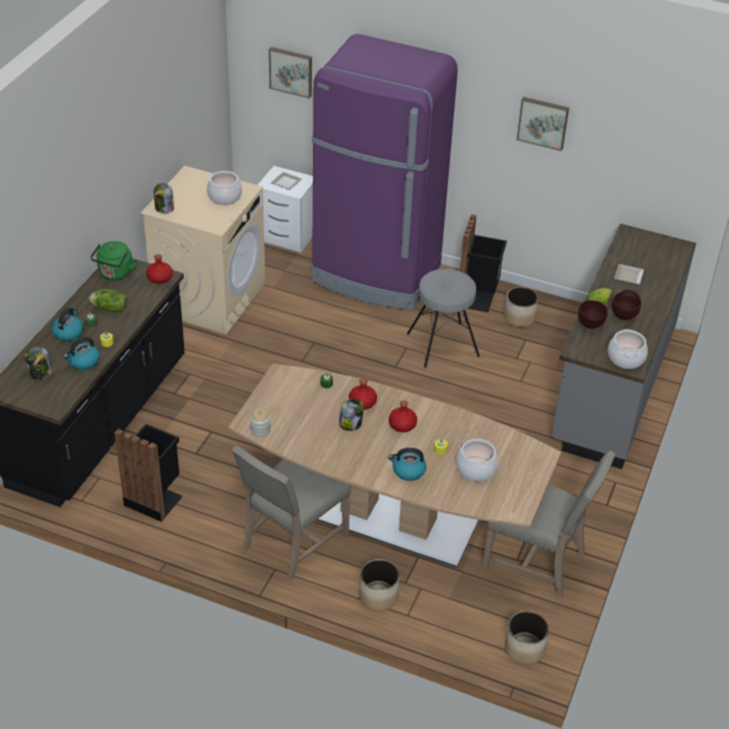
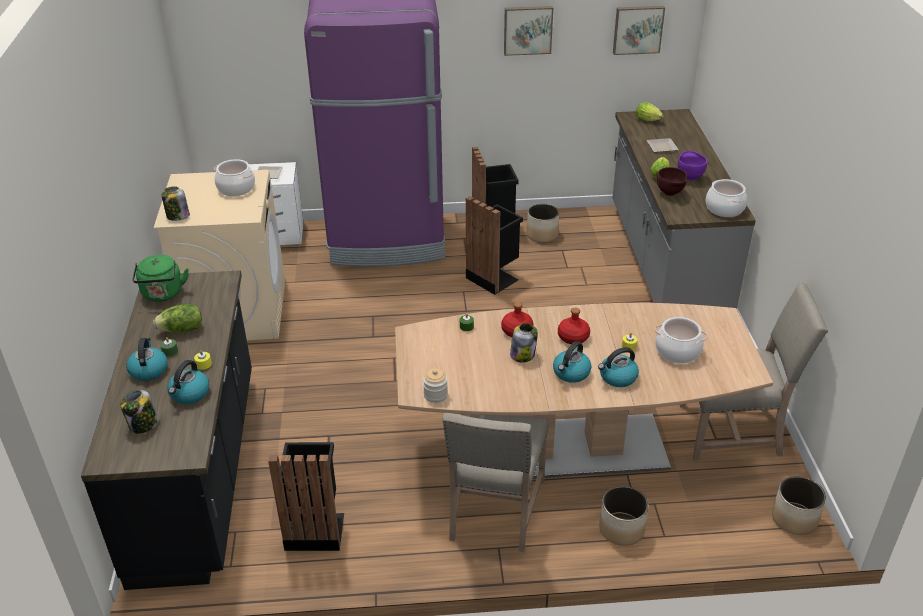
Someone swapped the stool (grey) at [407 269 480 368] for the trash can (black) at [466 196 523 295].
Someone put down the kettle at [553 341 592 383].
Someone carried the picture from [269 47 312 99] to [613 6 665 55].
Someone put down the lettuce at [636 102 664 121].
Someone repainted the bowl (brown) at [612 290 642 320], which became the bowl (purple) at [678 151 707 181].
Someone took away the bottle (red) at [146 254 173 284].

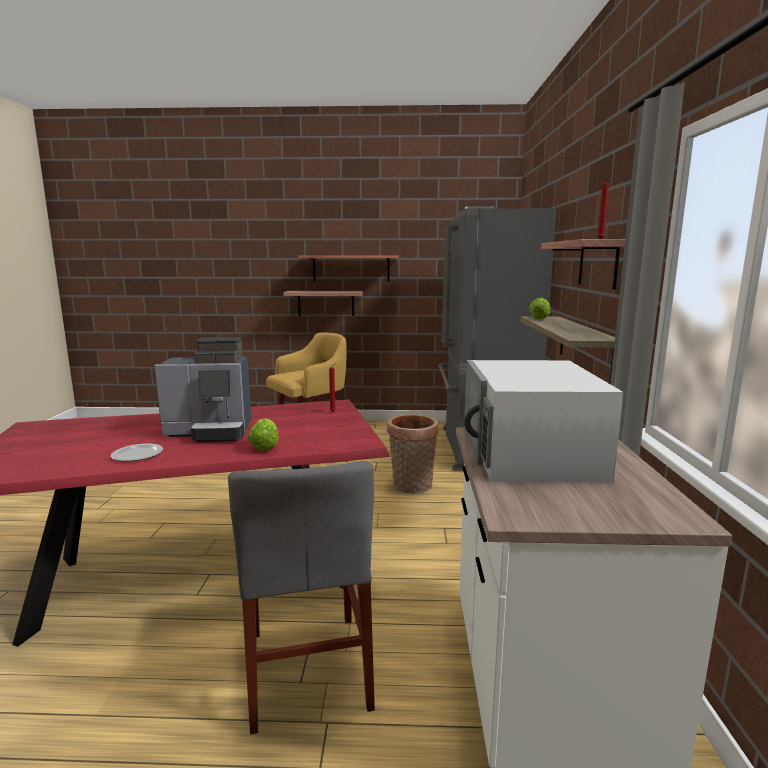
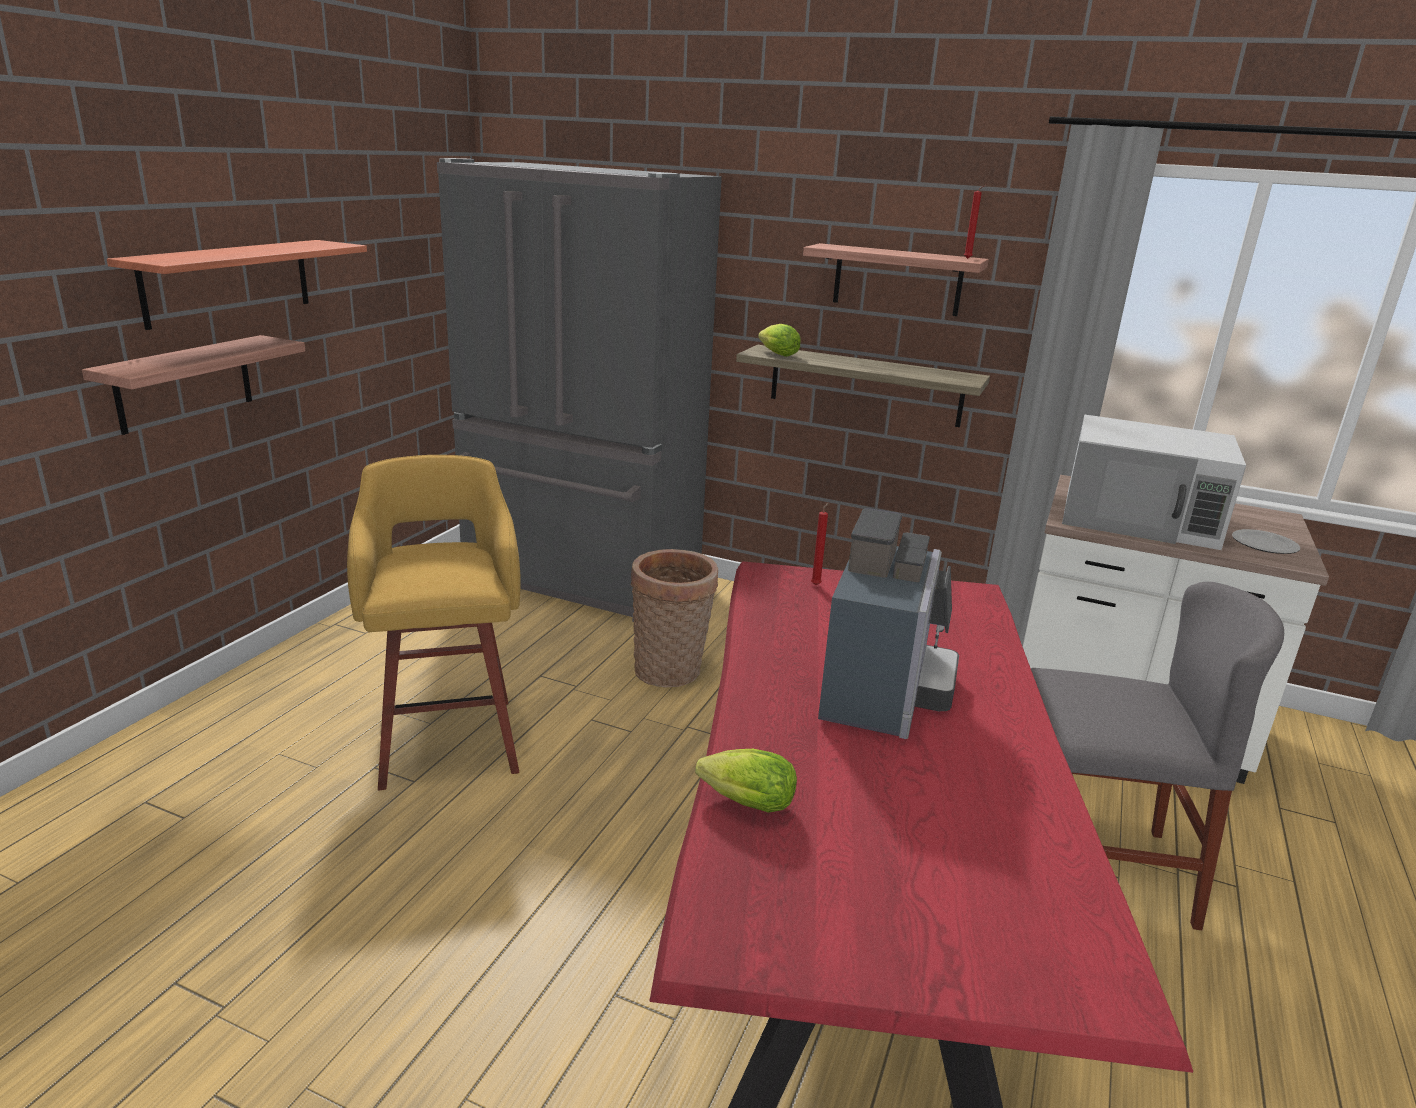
Someone carried the lettuce from [248 418 279 451] to [695 749 797 812].
Someone carried the plate from [111 443 163 461] to [1232 529 1300 554].

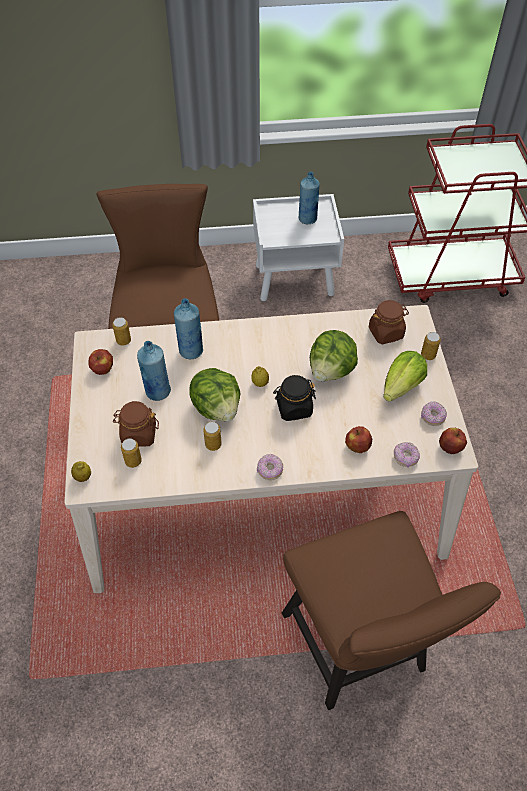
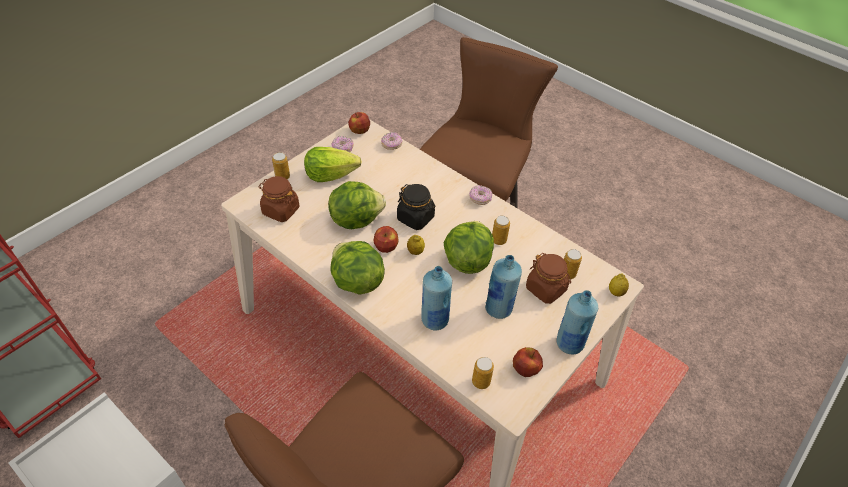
Someone put down the lettuce at [330 241 385 295].
Someone carried the apple from [345 426 372 453] to [373 226 399 253].
Someone carried the bottle (blue) from [299 172 320 224] to [557 290 598 354].

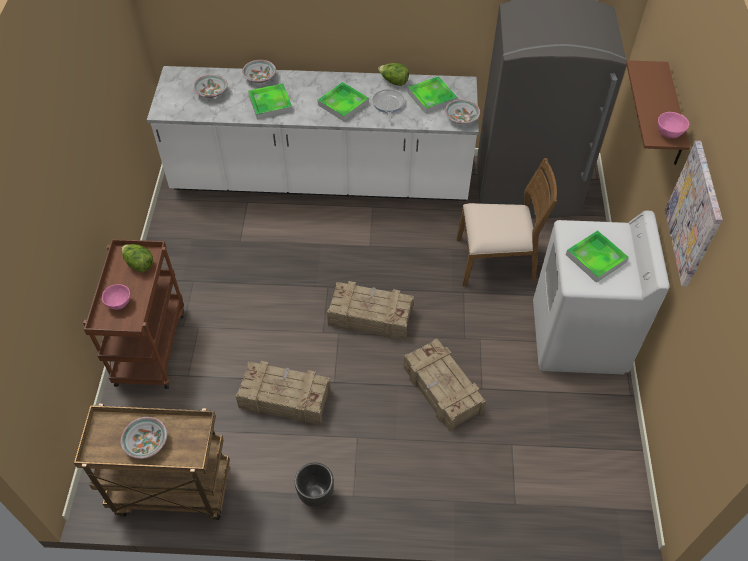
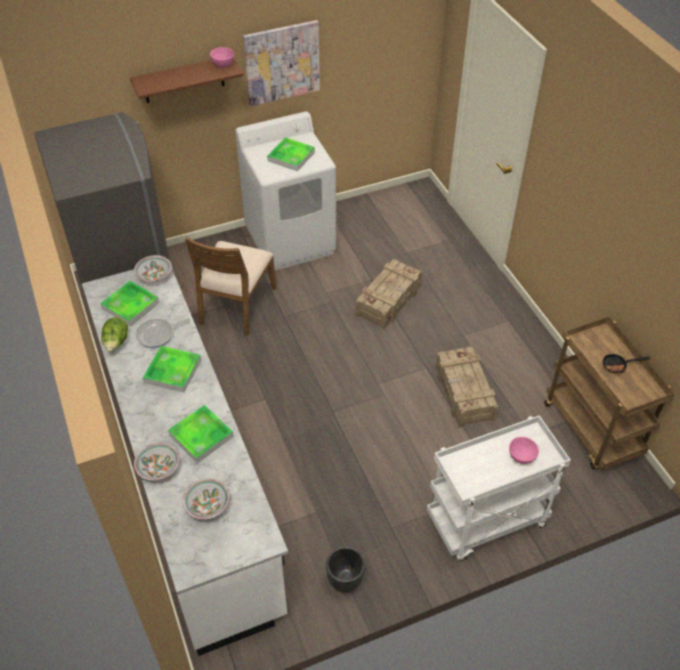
Someone rotated the chair (brown) at [456 158 557 287] by 135 degrees counterclockwise.
Someone carried the planter (black) from [295 462 334 507] to [326 546 365 593].
Someone repainted the cart (brown) at [83 239 184 389], which became the cart (white) at [426 415 571 561].
Someone swapped the bowl at [120 417 167 459] for the frying pan at [602 354 650 374].
Someone took away the lettuce at [122 244 153 272].
Someone took away the crate at [327 281 414 340].

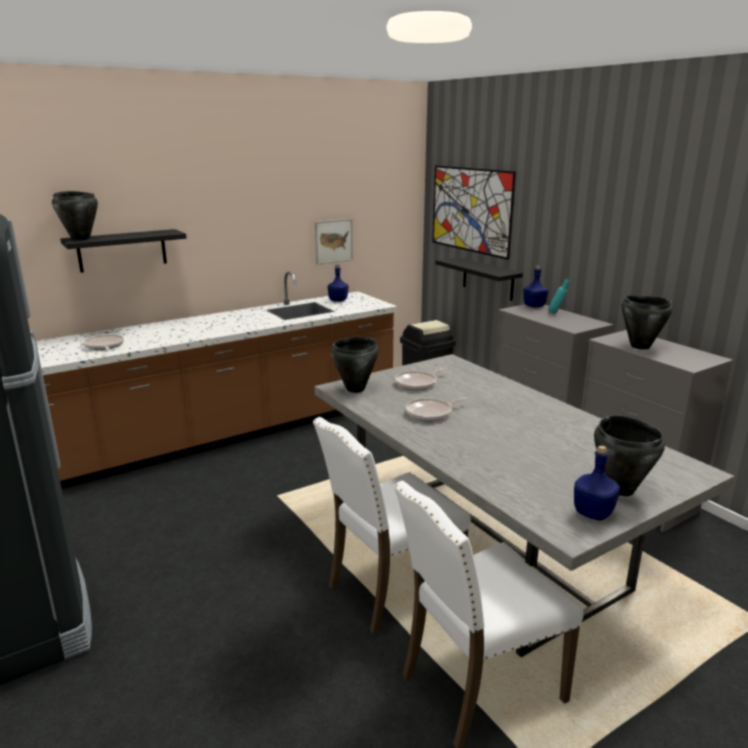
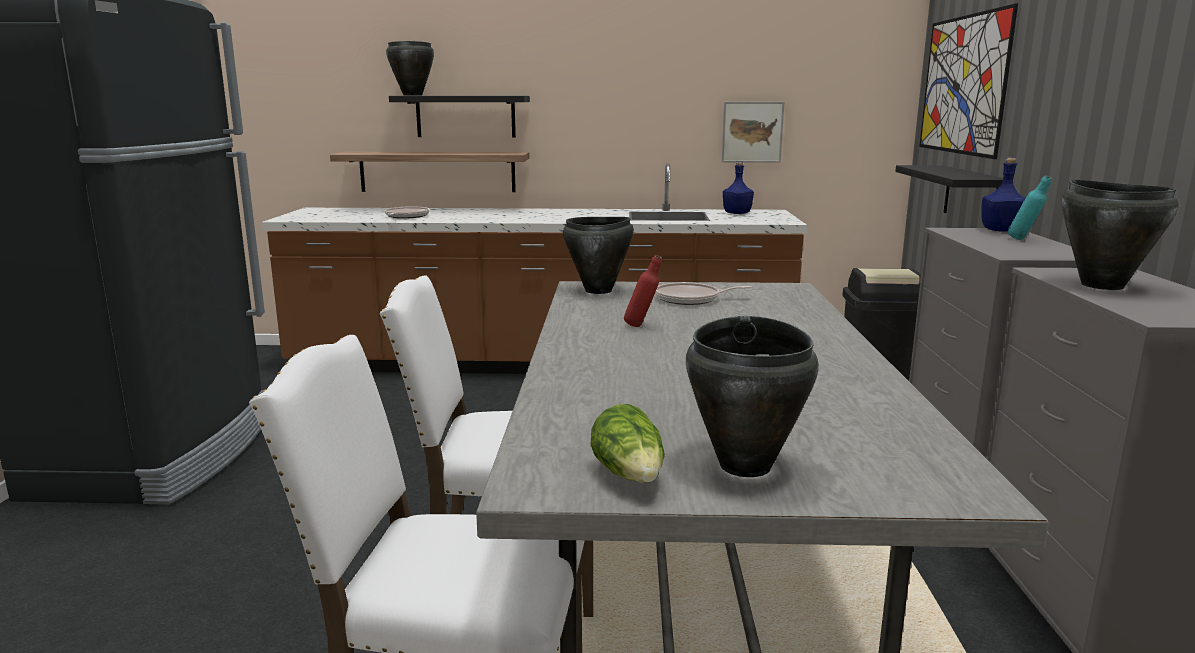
Someone put up the shelf at [330 152 529 192].
Someone swapped the bottle (blue) at [574 446 620 520] for the lettuce at [591 404 665 483].
Someone swapped the frying pan at [405 397 468 421] for the bottle (red) at [624 255 662 327].

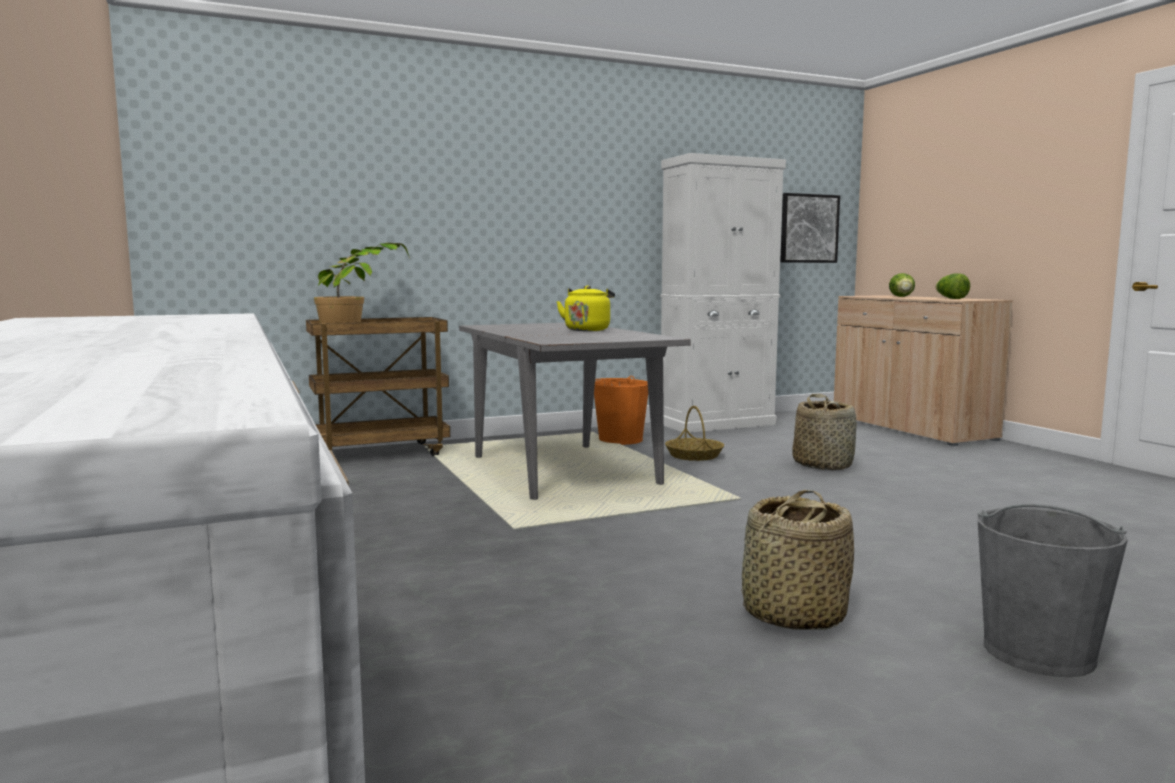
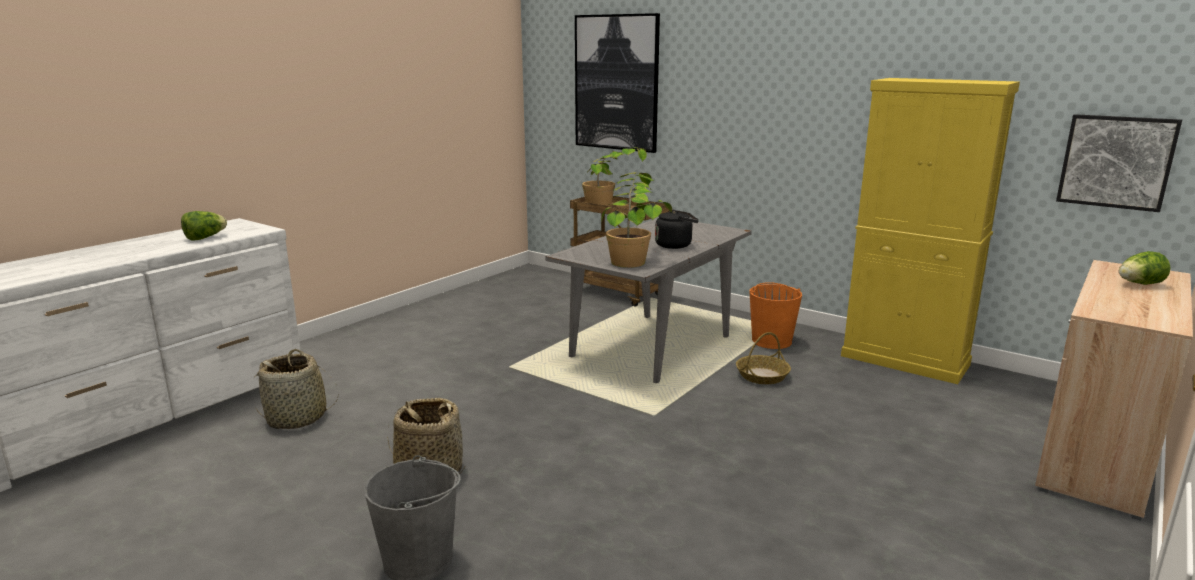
Someone carried the lettuce from [935 273 970 299] to [181 211 227 241].
Someone carried the basket from [792 394 857 470] to [254 349 339 429].
Someone put up the picture at [575 13 660 153].
Someone put down the potted plant at [601 172 672 268].
Someone repainted the kettle (yellow) at [556 286 615 331], which became the kettle (black) at [655 209 699 249].
Someone repainted the cabinet (white) at [660 153 786 433], which became the cabinet (yellow) at [841 78 1020 384].

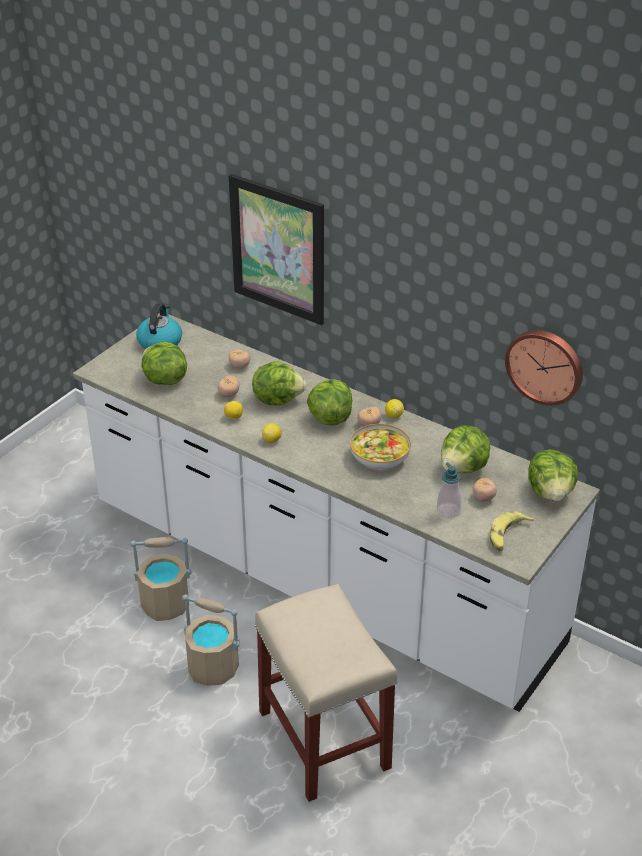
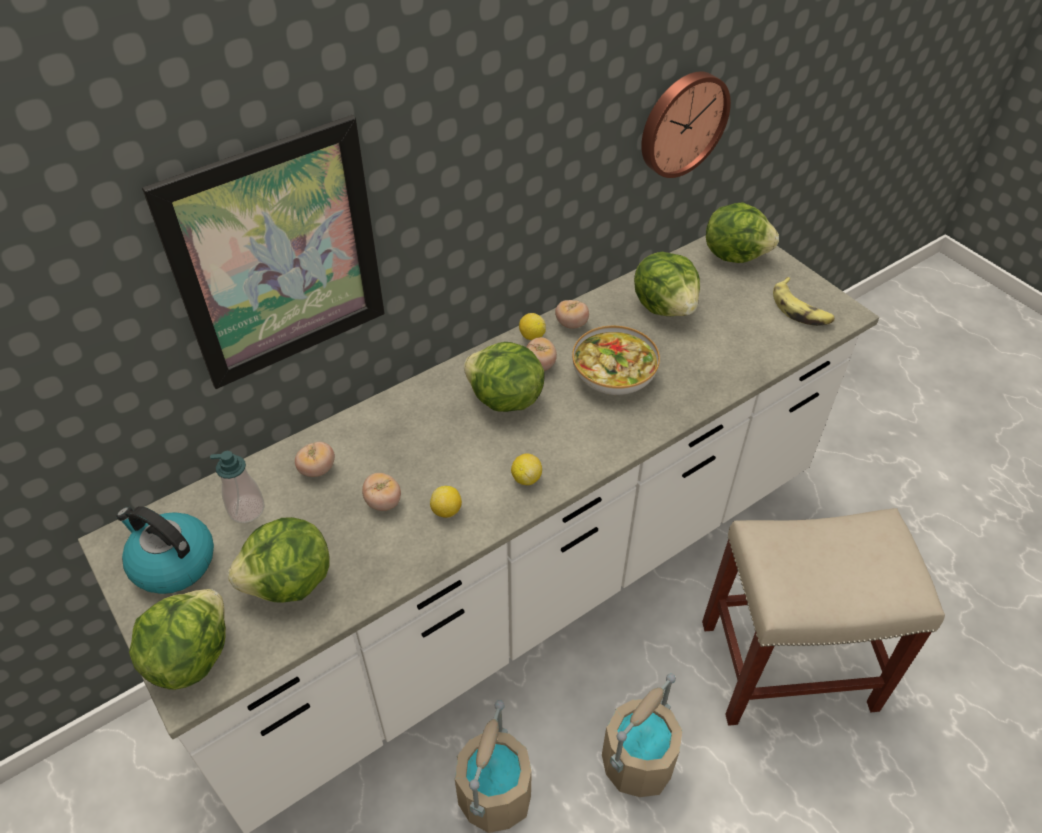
Someone carried the lettuce from [252 361 306 405] to [129 589 226 690].
Someone carried the soap dispenser from [437 462 461 519] to [210 451 265 523].
Someone carried the tomato from [473 478 497 502] to [555 300 589 329].

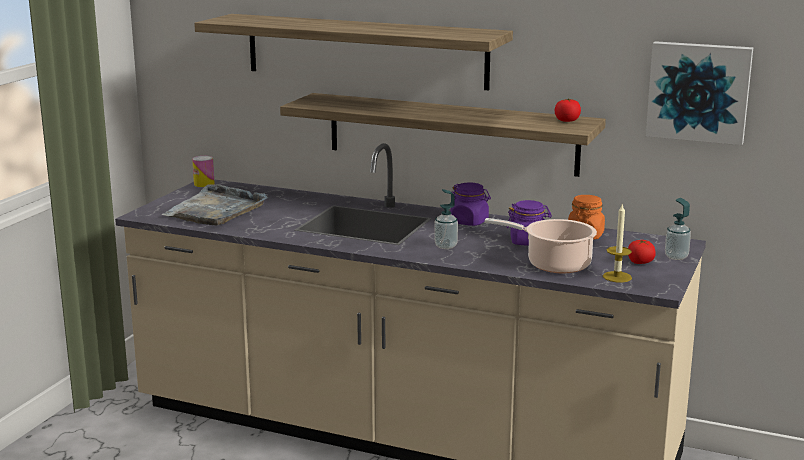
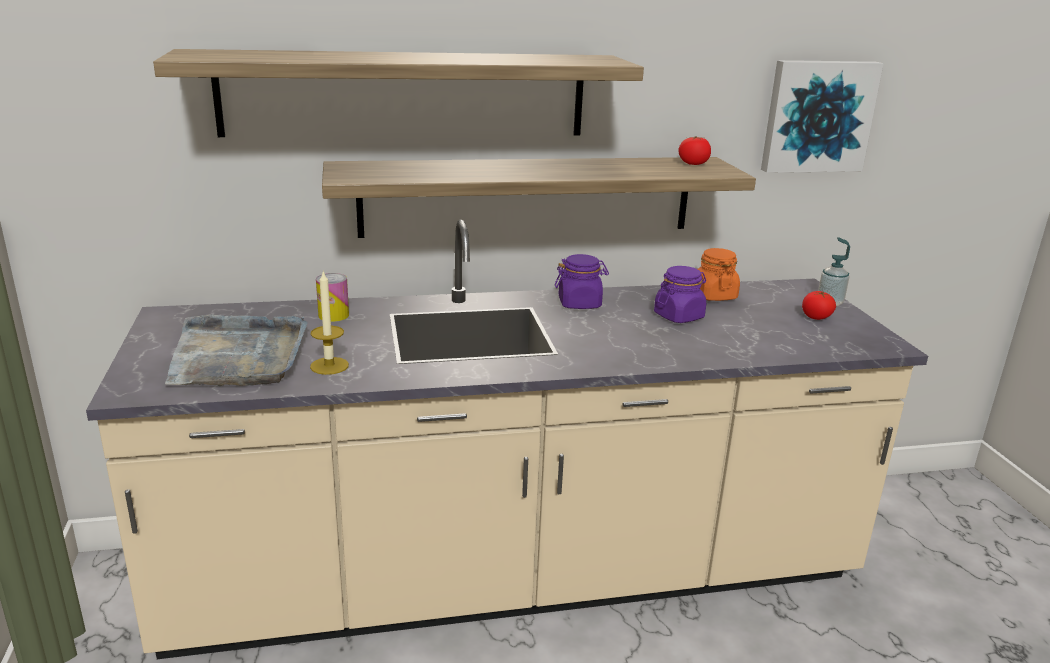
Someone carried the candle from [603 203 632 283] to [310 271 349 375].
Someone carried the can from [192 156 215 187] to [316 273 349 322].
Someone took away the soap dispenser at [434 189 458 249].
Someone took away the cooking pot at [484 218 597 273].

